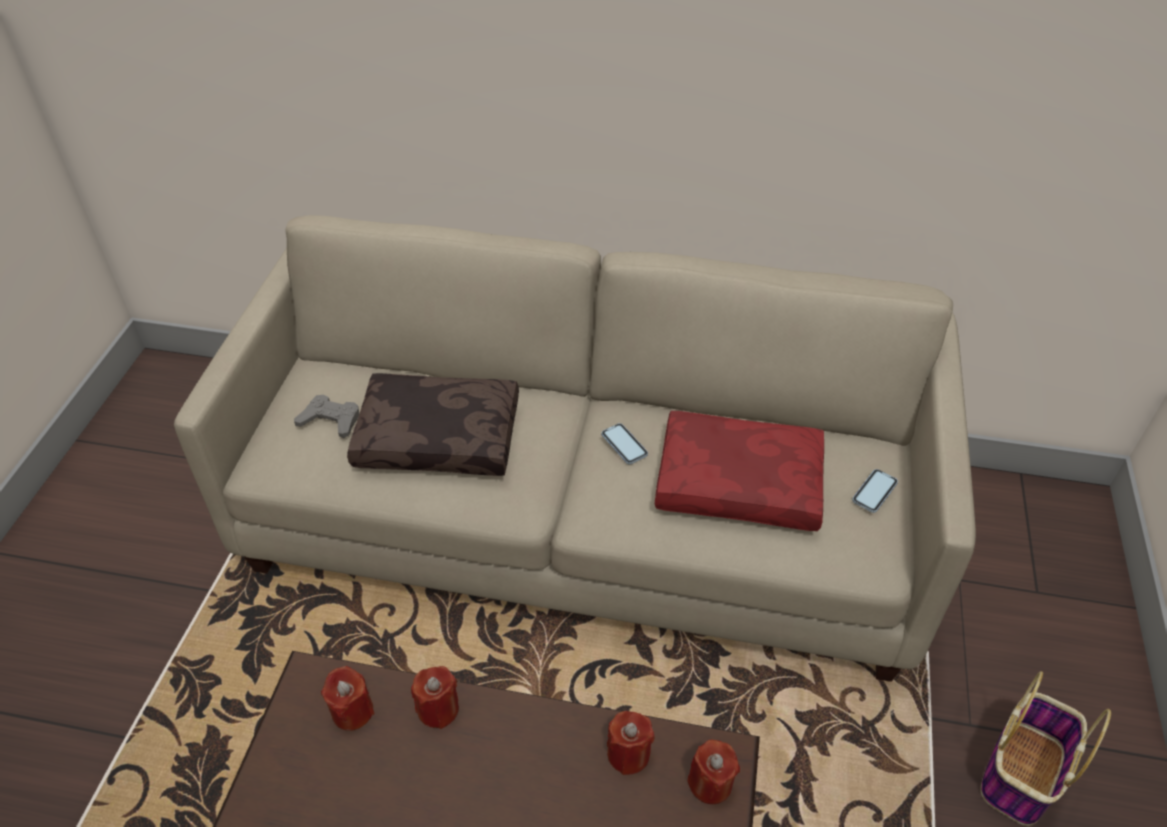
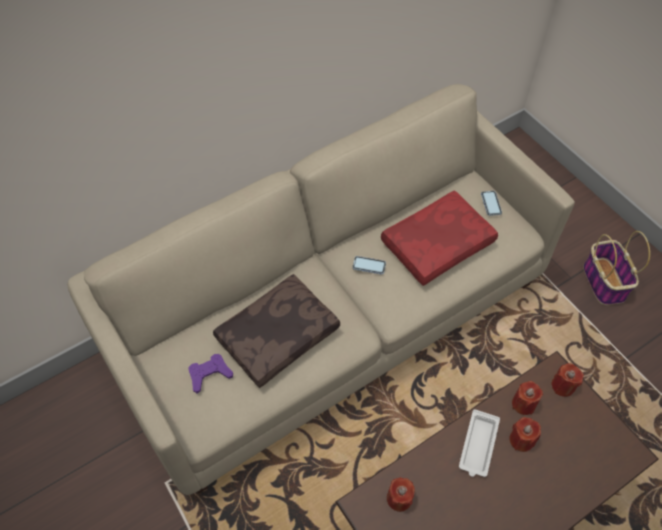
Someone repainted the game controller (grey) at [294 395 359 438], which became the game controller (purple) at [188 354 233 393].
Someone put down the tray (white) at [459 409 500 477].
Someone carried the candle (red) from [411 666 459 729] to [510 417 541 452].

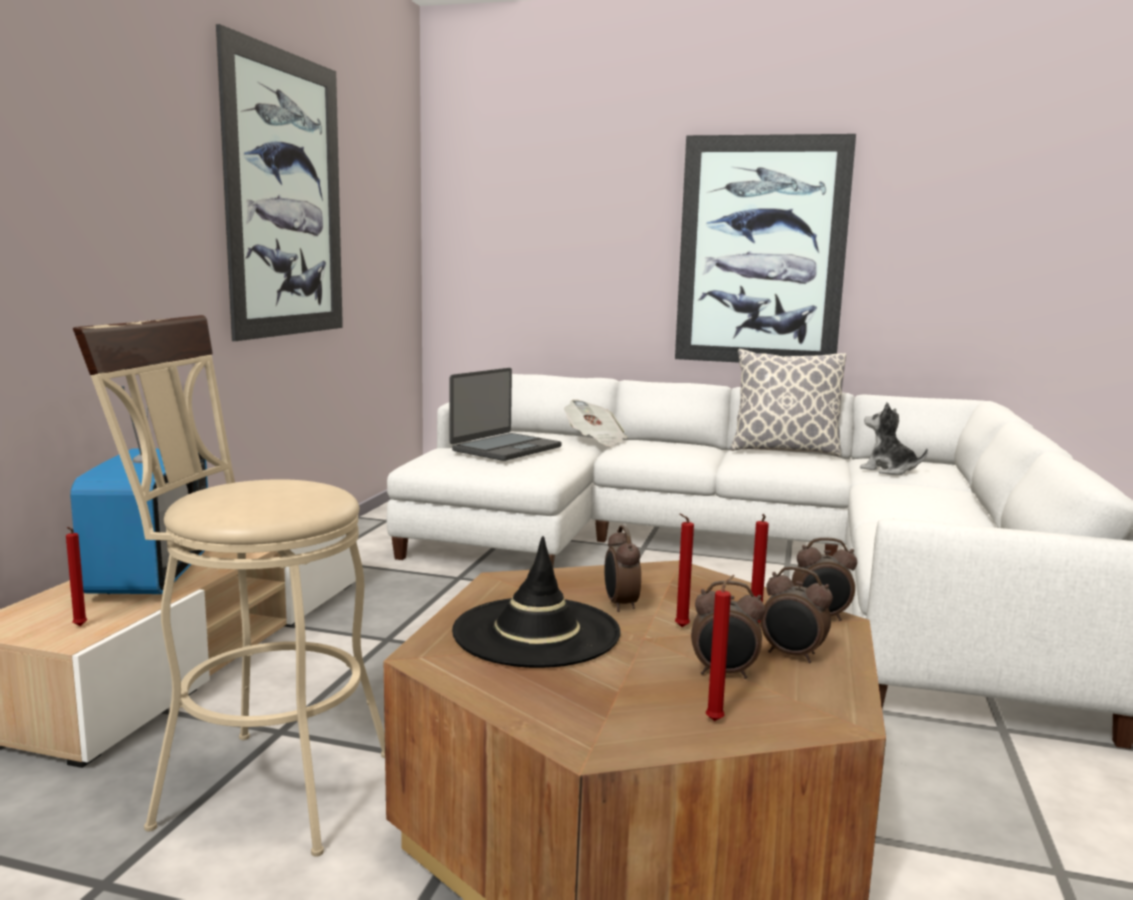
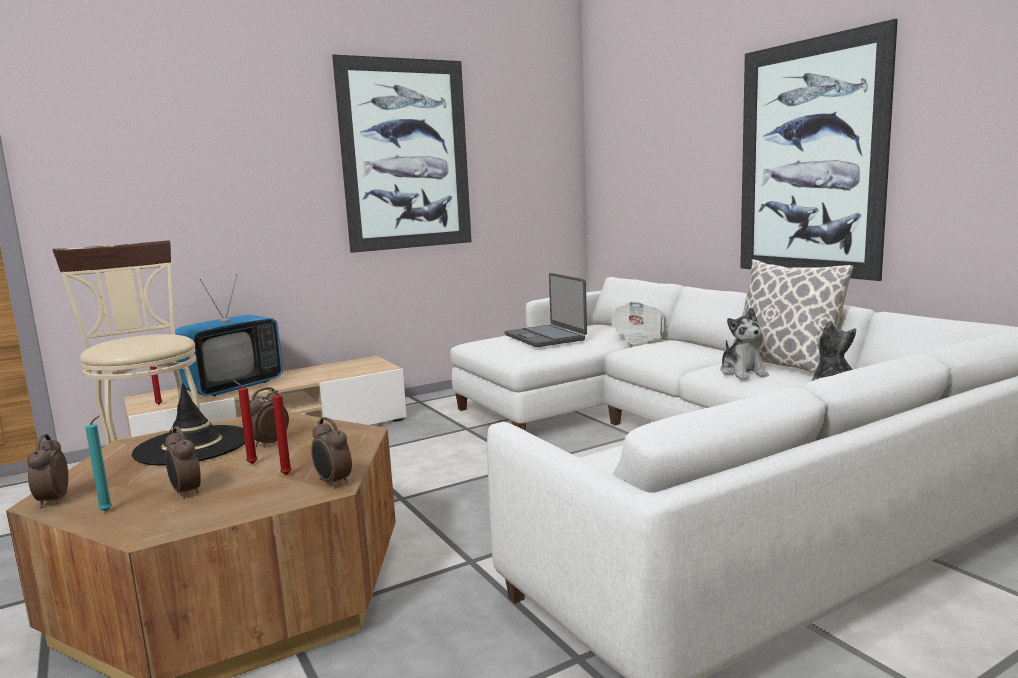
Someone carried the alarm clock from [760 566 833 663] to [27 434 68 508].
Someone repainted the candle (red) at [706 575 735 721], which became the candle (turquoise) at [85 415 112 511].
Someone rotated the laptop at [450 368 562 461] by 75 degrees clockwise.
Someone put down the plush toy at [720 307 769 379].

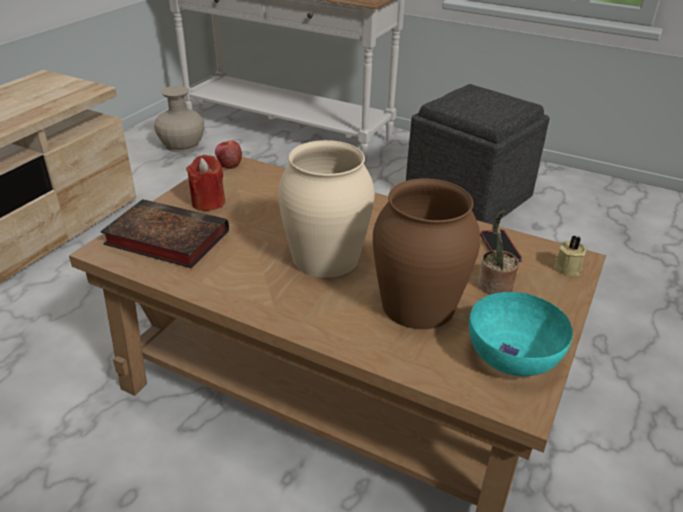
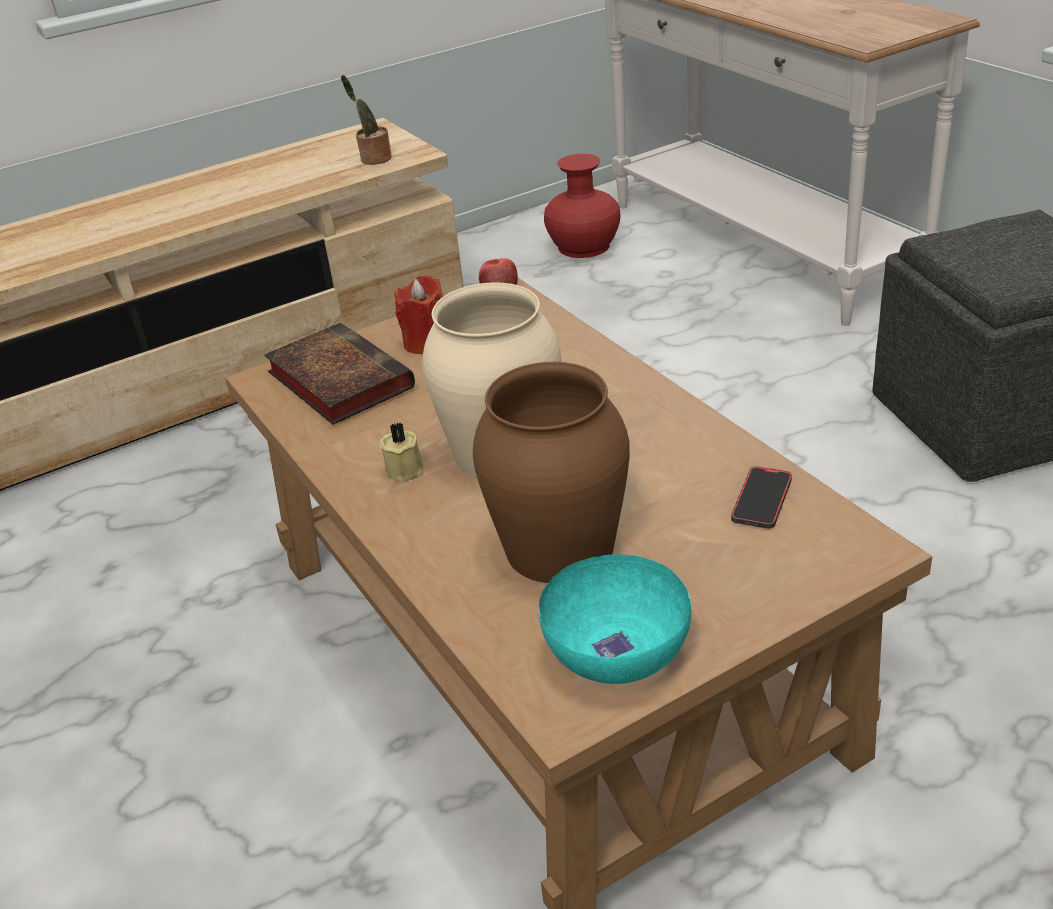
Someone carried the potted plant from [478 210 519 295] to [341 75 392 165].
Someone carried the candle (beige) from [553 235 586 276] to [379 422 424 483].
Someone repainted the vase (beige) at [154 86 204 152], which became the vase (red) at [544 154 621 258].

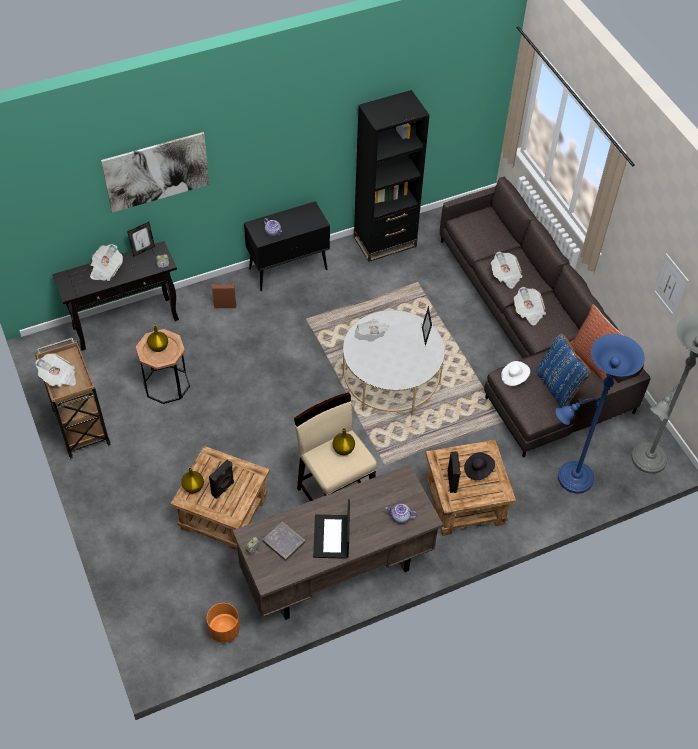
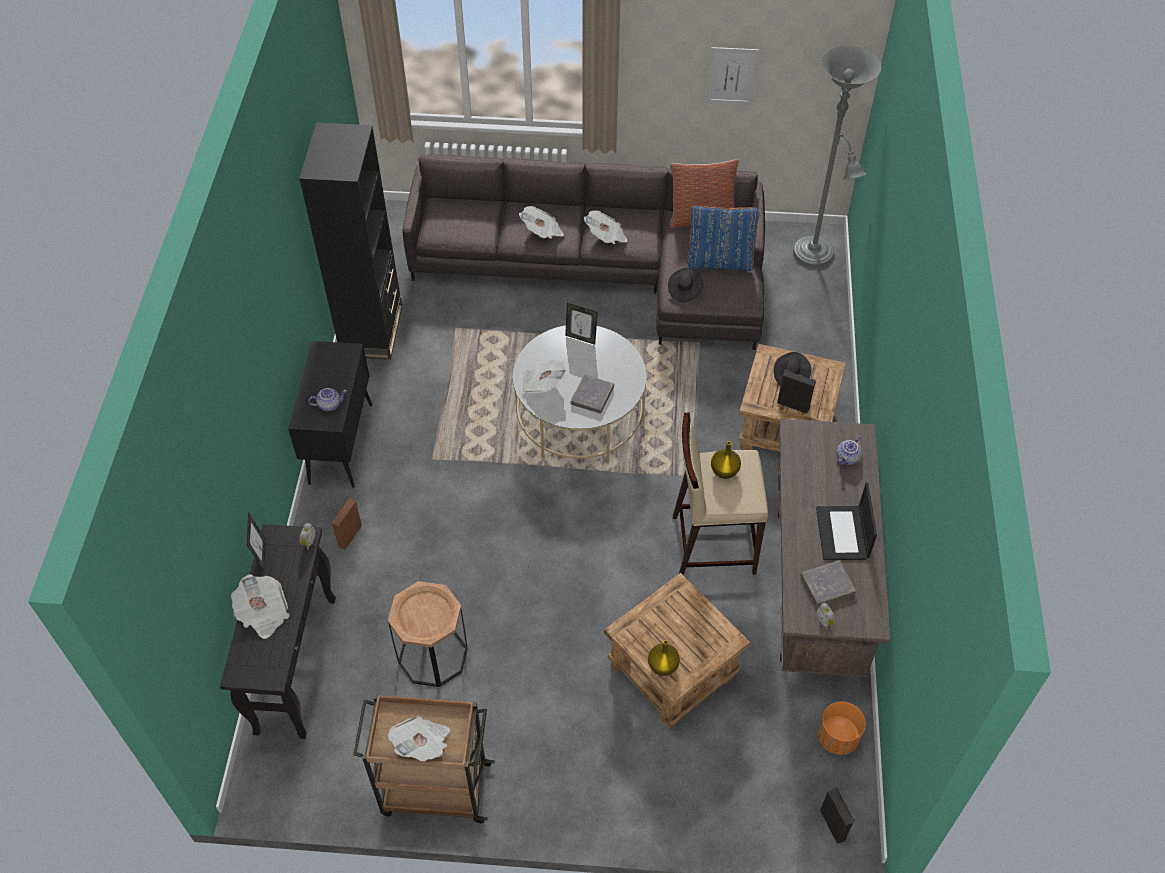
Someone put down the book (grey) at [571 374 614 414].
Someone repainted the hat (white) at [501 361 530 386], which became the hat (black) at [668 268 703 302].
Someone rotated the laptop at [313 499 350 559] by 60 degrees clockwise.
Someone carried the speaker (black) from [209 460 234 499] to [820 787 855 844].
Someone took away the picture at [101 132 210 213].
Someone took away the vase (yellow) at [147 325 168 352].
Someone took away the floor lamp (blue) at [555 334 645 494].

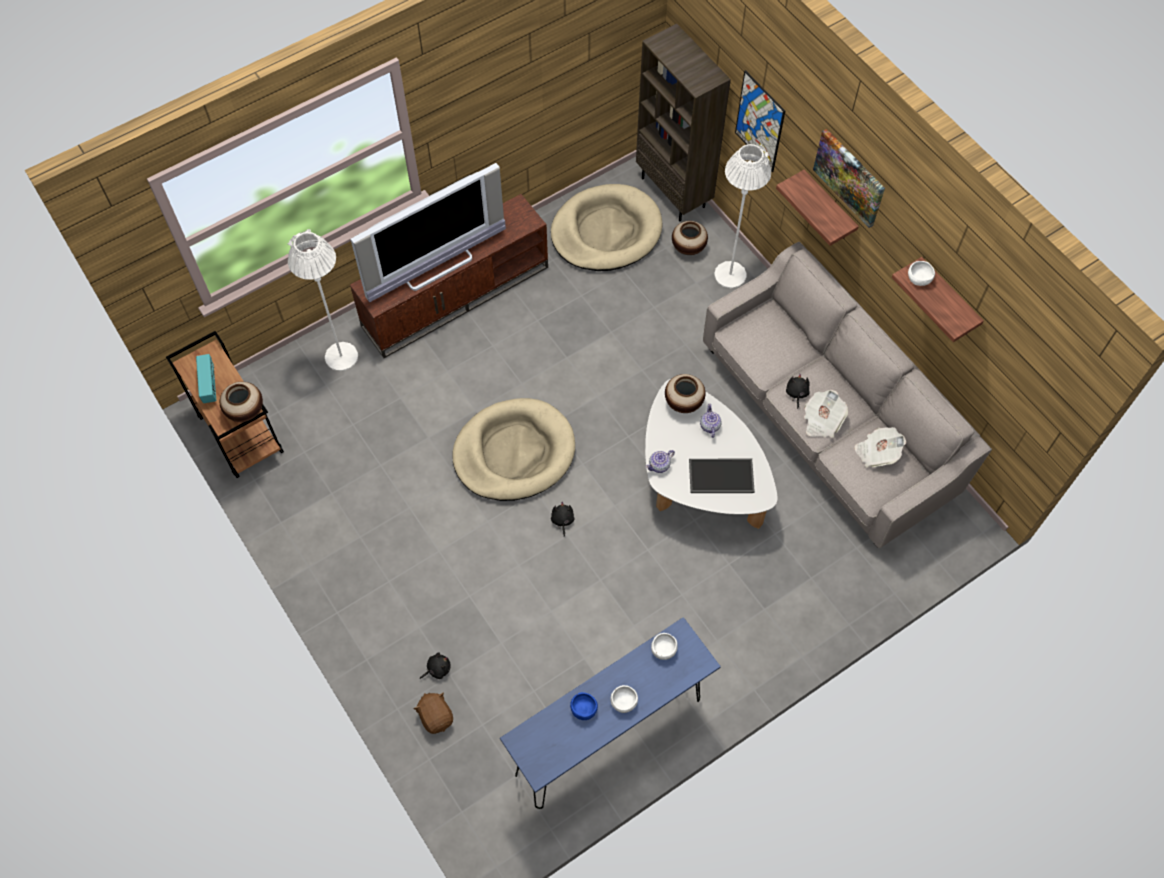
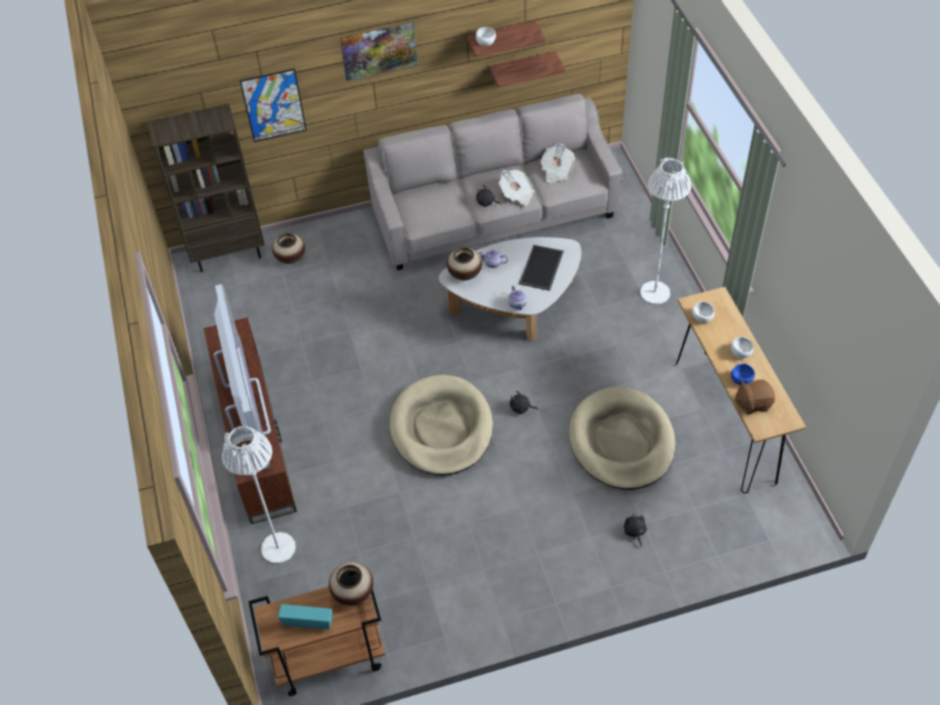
Someone carried the shelf from [776 170 859 246] to [489 51 565 87].
Someone carried the dog bed (beige) from [551 184 663 271] to [569 387 675 490].
Someone carried the floor lamp (white) from [714 144 771 289] to [640 158 691 305].
Someone repainted the console table (blue) at [500 617 721 809], which became the console table (brown) at [676 287 806 494].
Someone carried the plush toy (brown) from [413 693 453 734] to [734 379 775 415].

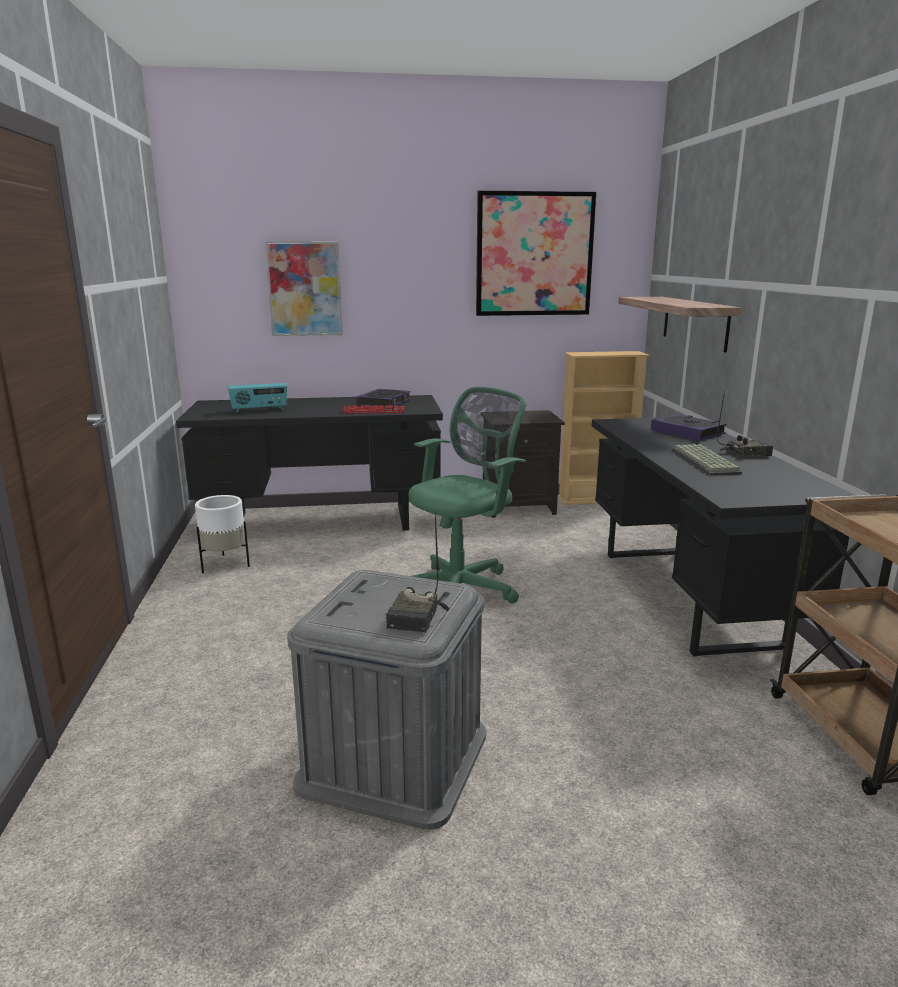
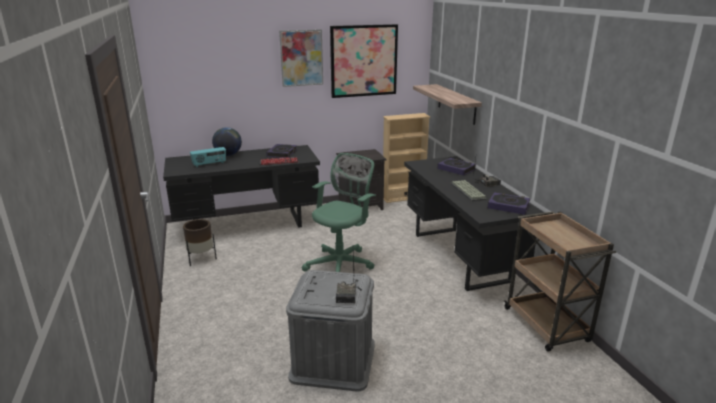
Someone repainted the planter (white) at [195 495 250 573], which became the planter (brown) at [183 219 217 266].
Someone put down the globe at [212 127 242 156].
Someone carried the picture from [265 241 343 336] to [279 30 323 87].
Someone put down the book at [487 192 531 215].

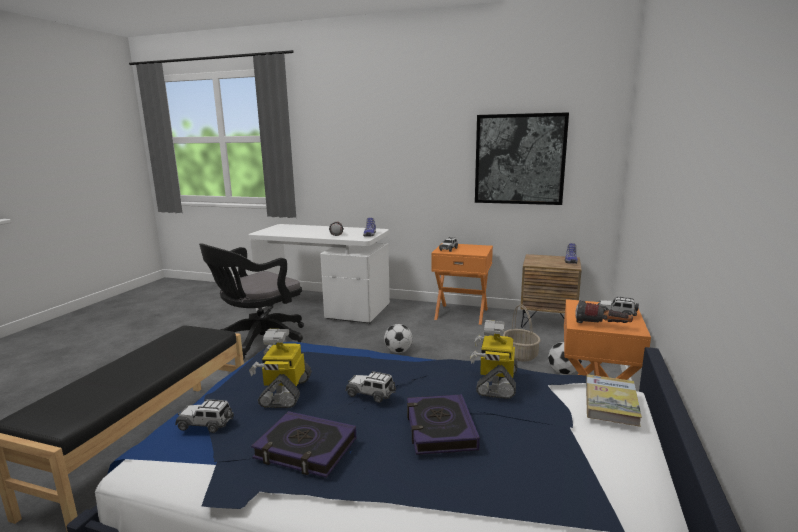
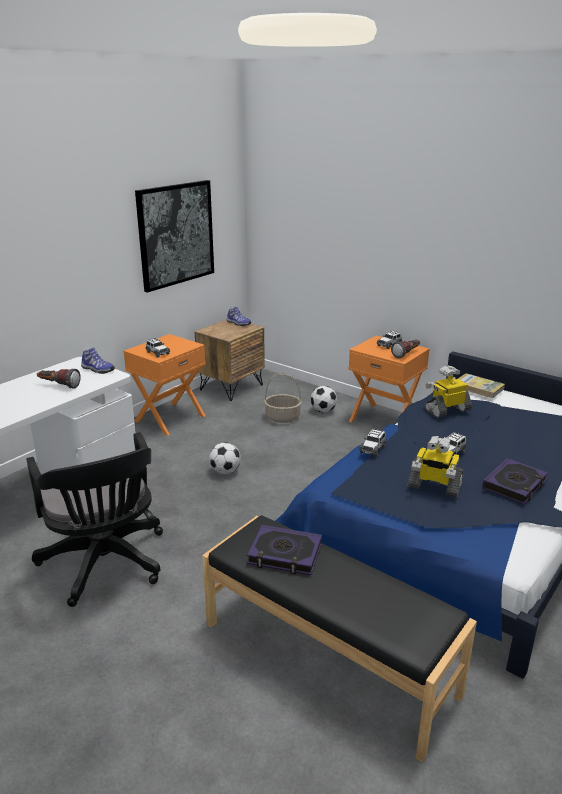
Someone carried the book from [407 394 480 455] to [247 525 322 575].
Someone carried the toy car from [175 399 234 433] to [359 428 387 457].
Someone rotated the toy robot at [470 320 518 399] by 120 degrees clockwise.

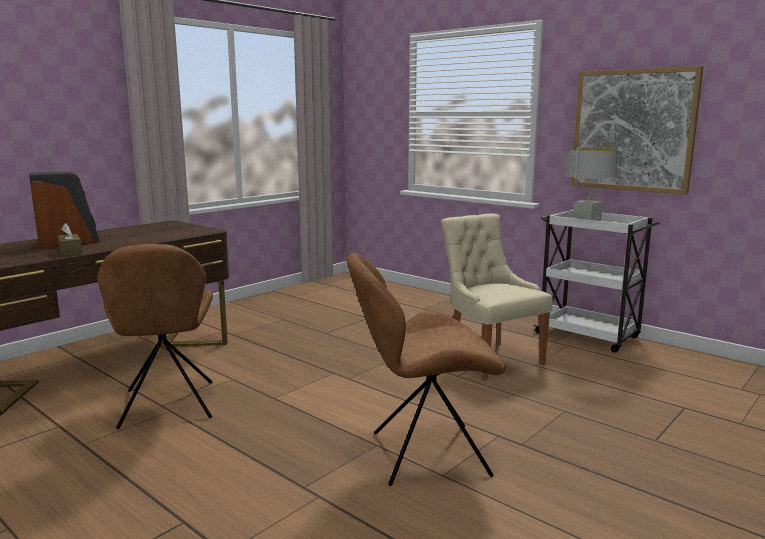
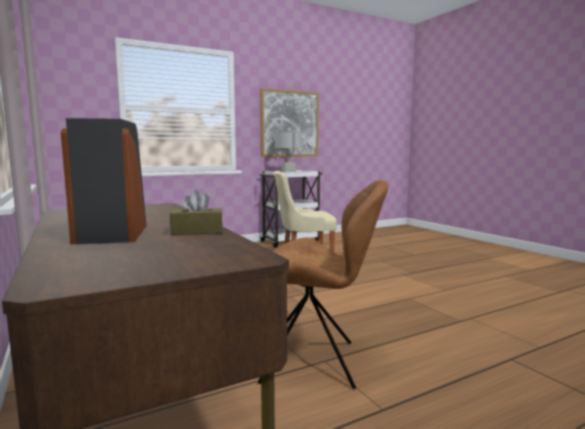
Someone took away the chair (brown) at [346 253 505 486].

